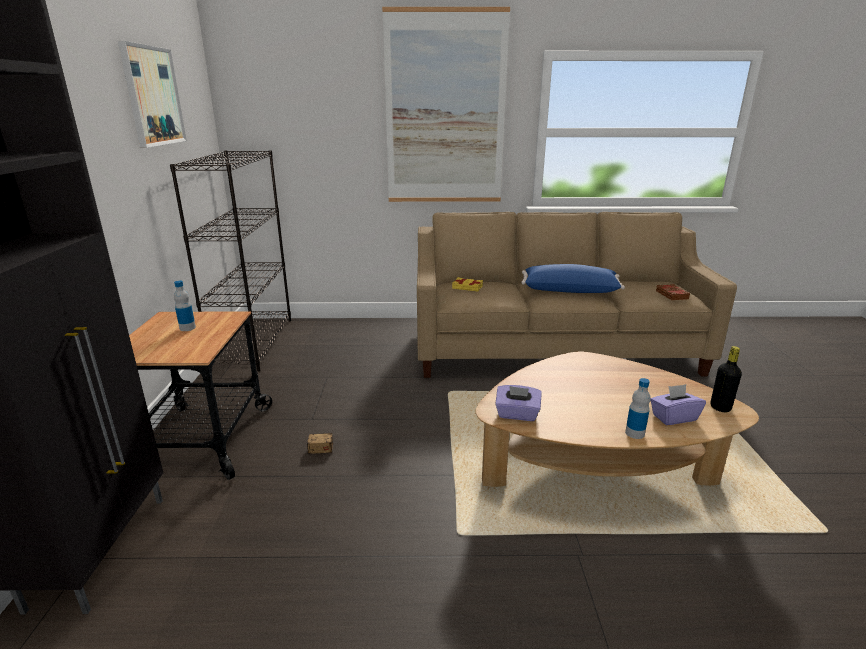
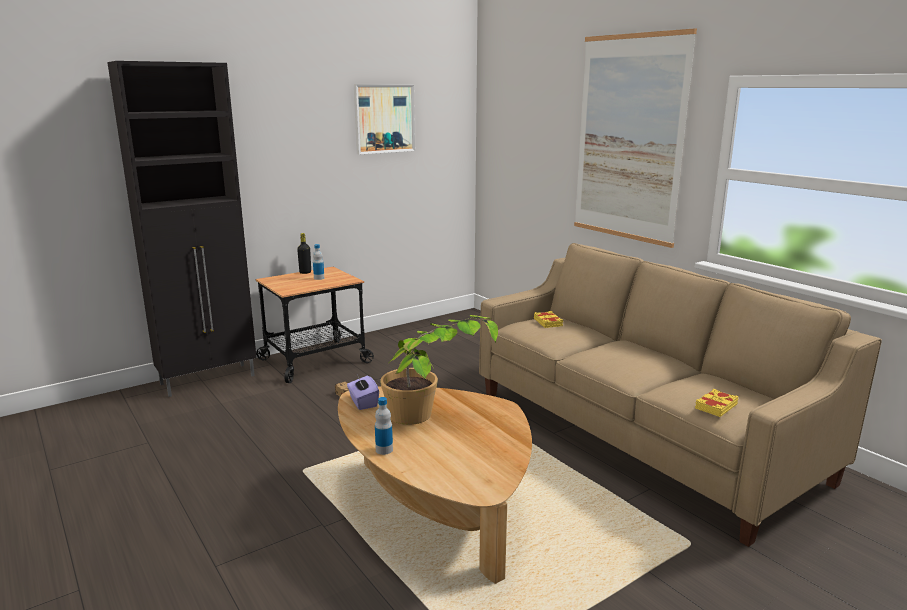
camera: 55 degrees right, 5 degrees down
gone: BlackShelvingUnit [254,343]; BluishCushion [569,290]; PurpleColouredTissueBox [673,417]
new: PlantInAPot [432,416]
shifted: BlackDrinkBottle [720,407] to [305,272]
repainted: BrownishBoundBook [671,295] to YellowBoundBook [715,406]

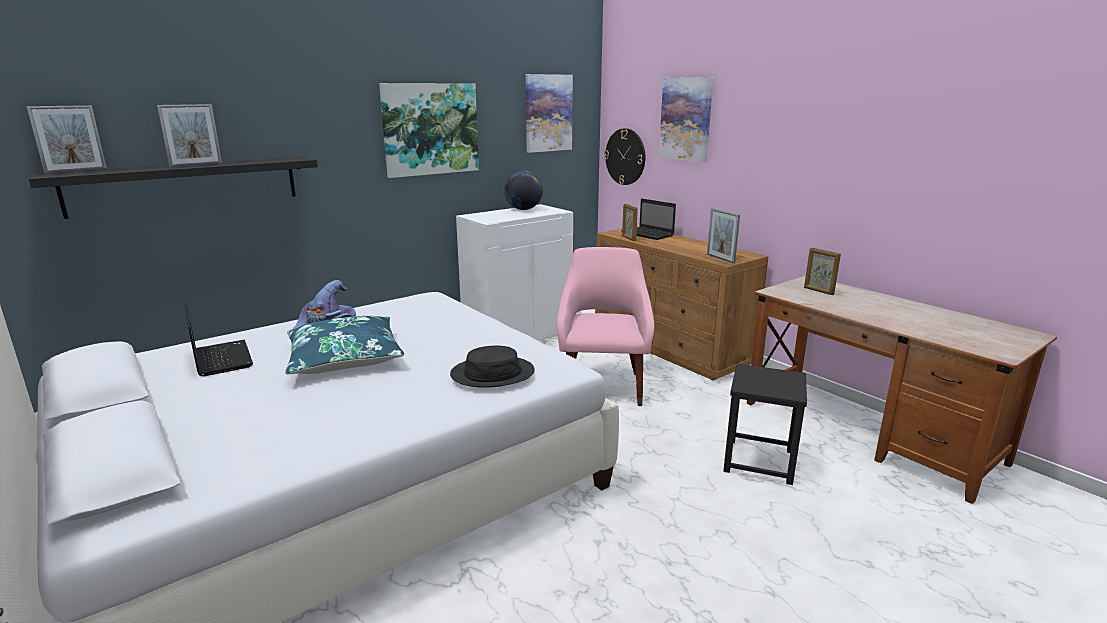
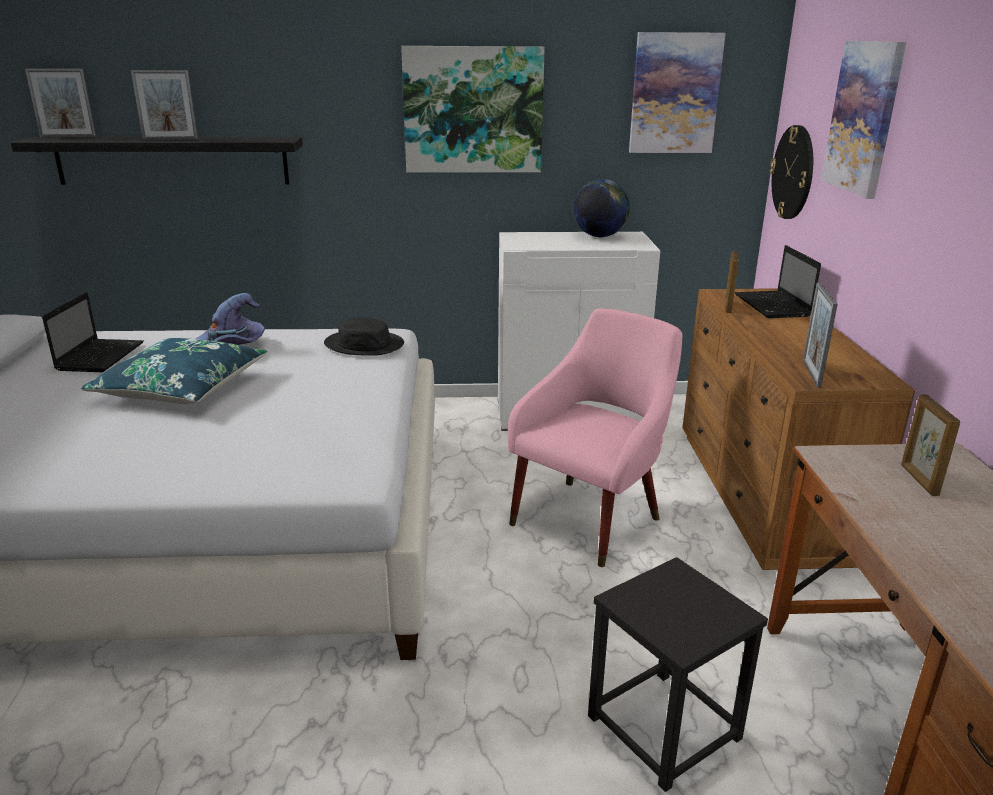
camera: 35 degrees right, 5 degrees up
shifted: BlackClothingHat [492,373] to [364,344]

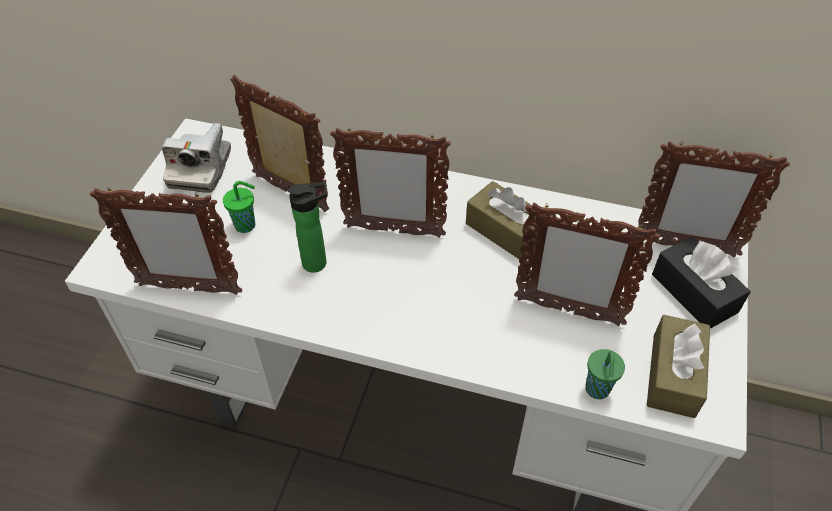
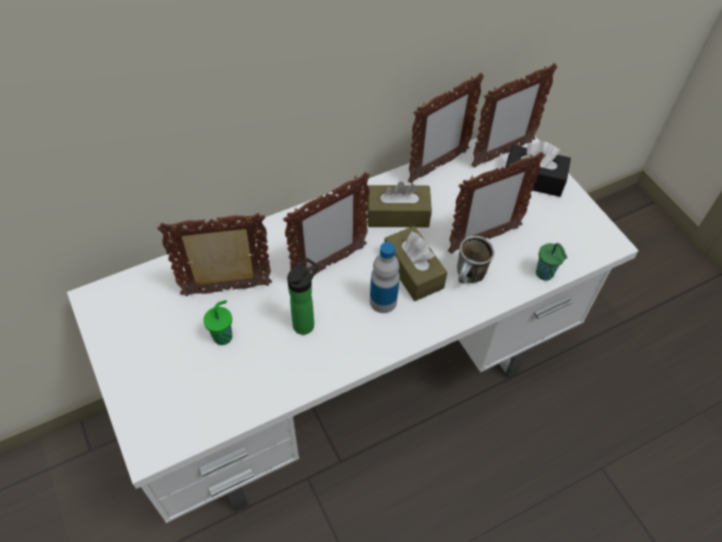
camera: 45 degrees left, 5 degrees up
gone: StillCamera [200,169]
new: DrinkBottle [383,301]; Mug [469,278]
shifted: StandingFrame [188,288] to [437,167]; BrownishTissueBox [673,375] to [413,271]

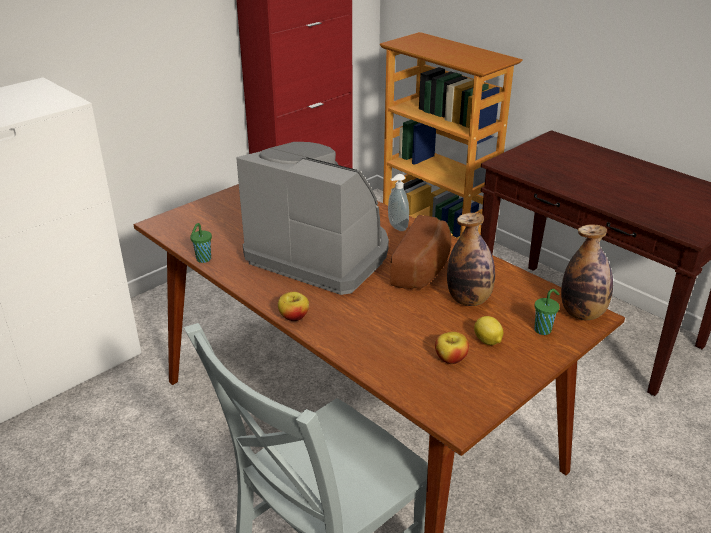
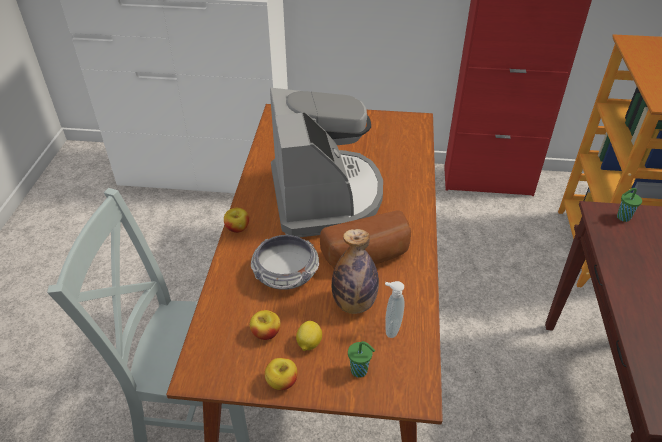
camera: 50 degrees right, 10 degrees up
gone: DrinkBottle [582,313]
new: Bowl [285,273]; WholeApple [281,382]
shifted: GreenColouredSmallCup [203,259] to [622,217]; SoapDispenser [396,227] to [391,328]

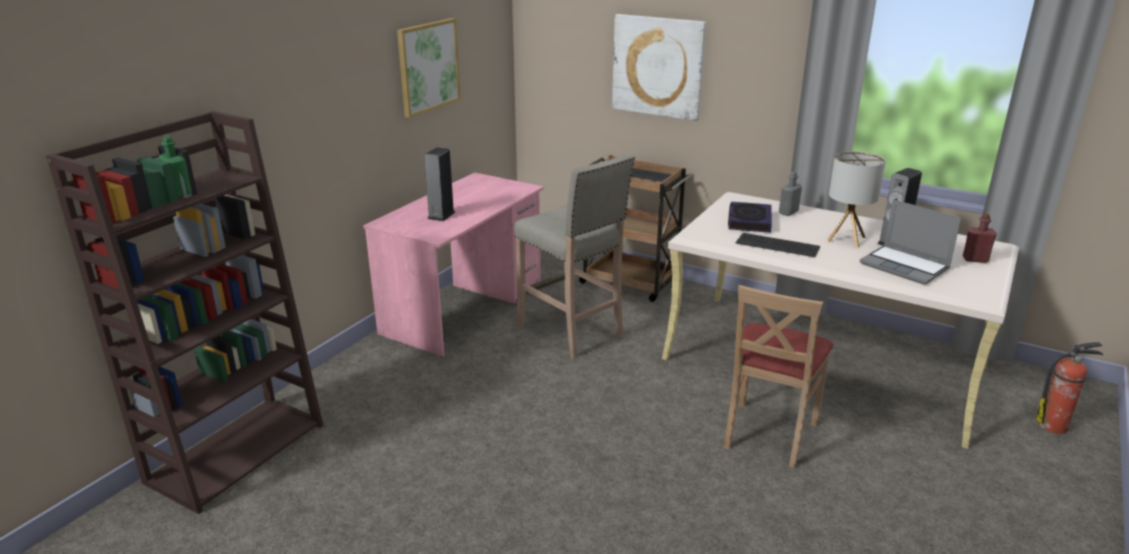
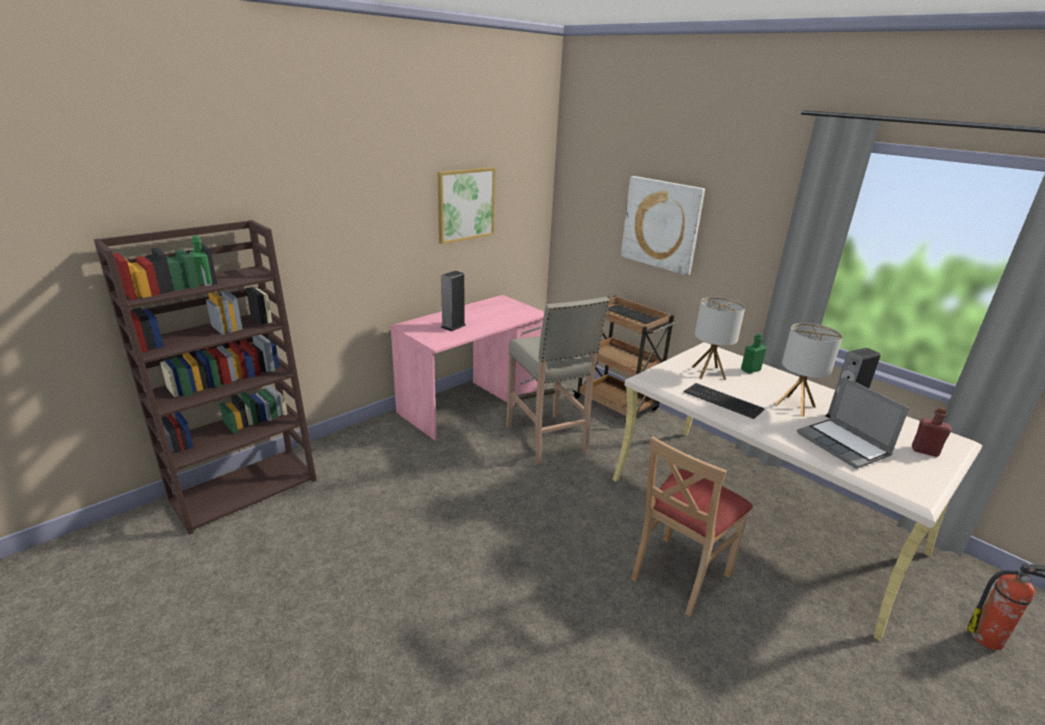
camera: 15 degrees right, 0 degrees up
swapped: BoundBook [749,221] to LampForATable [708,373]
repainted: GrayDrinkBottle [788,212] to GreenColouredDrinkBottle [750,370]

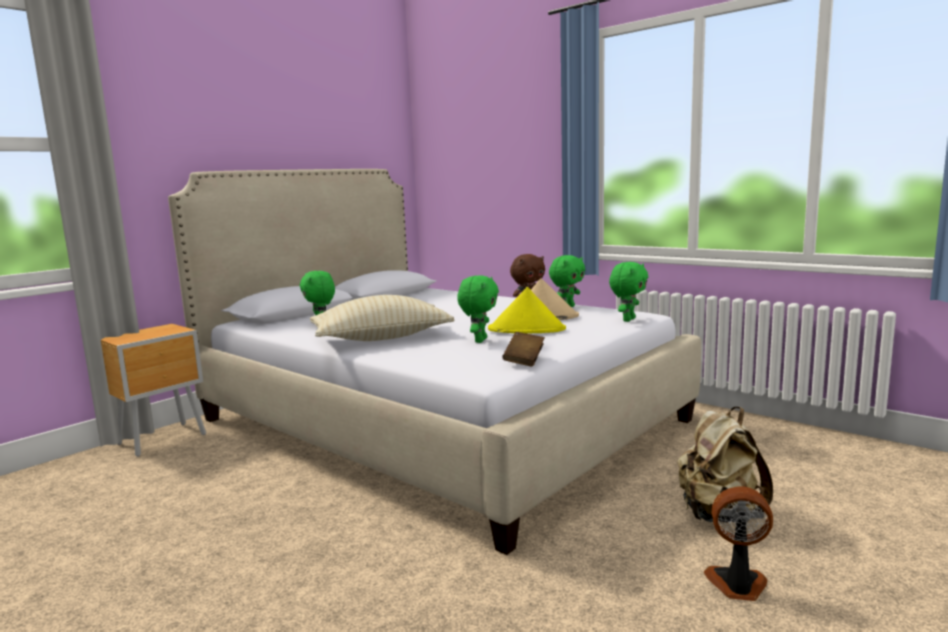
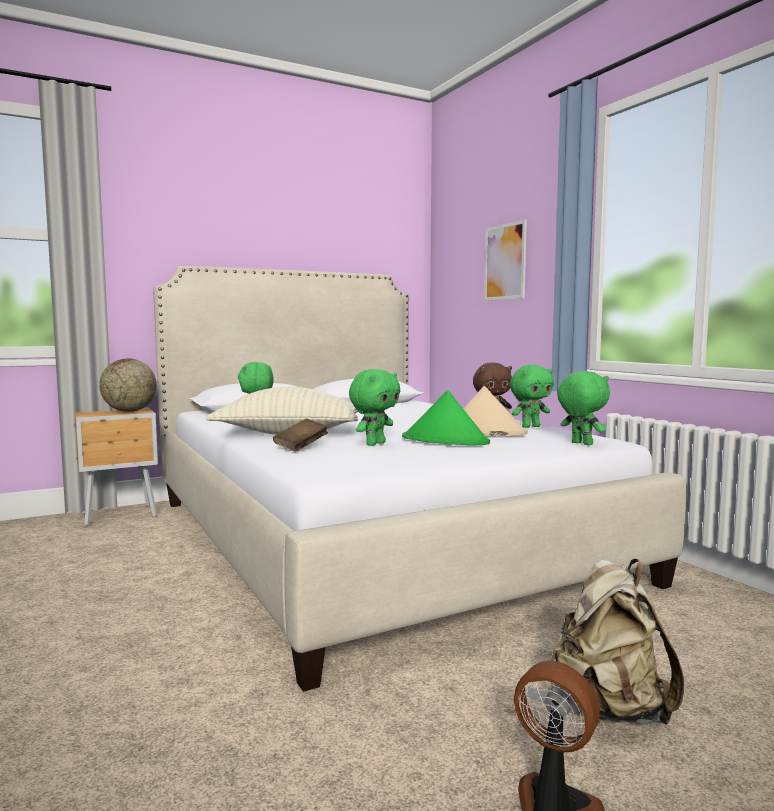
camera: 20 degrees right, 5 degrees down
new: Globe [129,411]; WallPicture [505,262]
shifted: BrownishBoundBook [524,360] to [301,447]
repainted: YellowClothingHat [527,329] to GreenColouredClothingHat [445,440]
rotated: GreenColouredPlushToy [628,320] = [580,443] 90 degrees counterclockwise

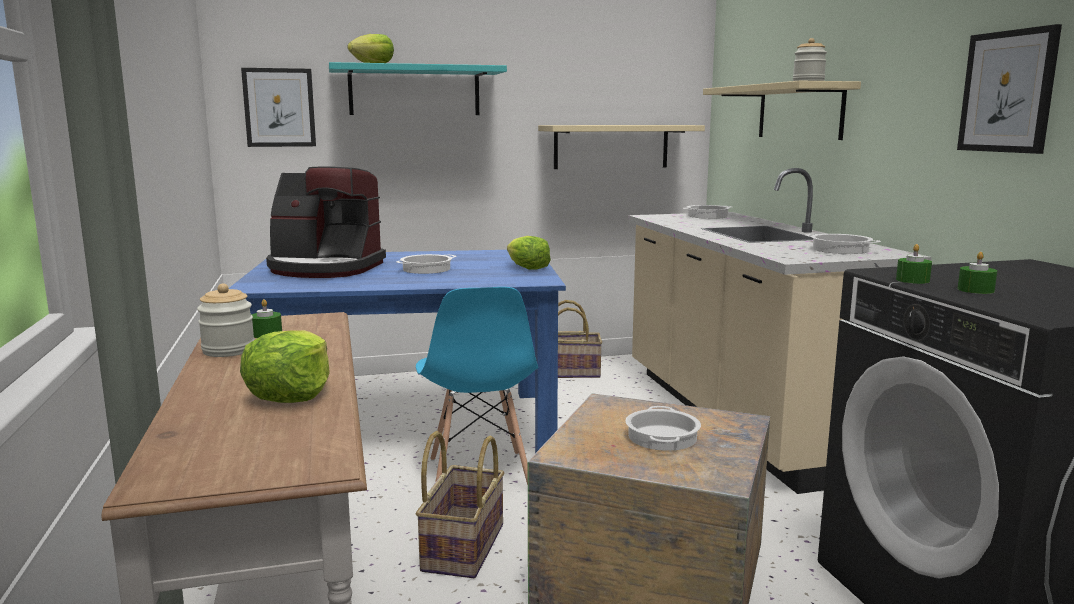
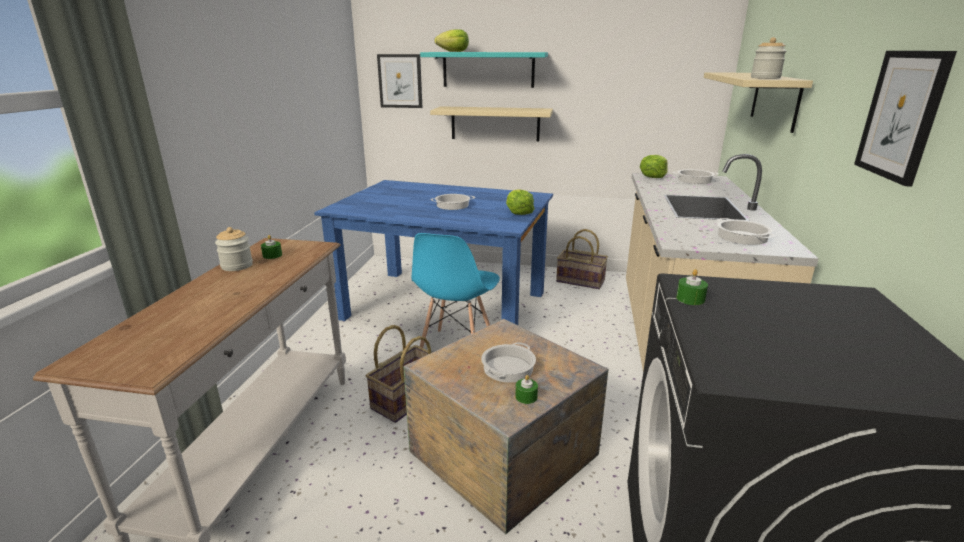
camera: 25 degrees right, 10 degrees up
gone: CoffeeMaker [325,268]
shifted: Lettuce [291,393] to [653,176]; BeigeColouredShelf [611,146] to [495,123]; GreenColouredWaxLight [975,290] to [526,397]

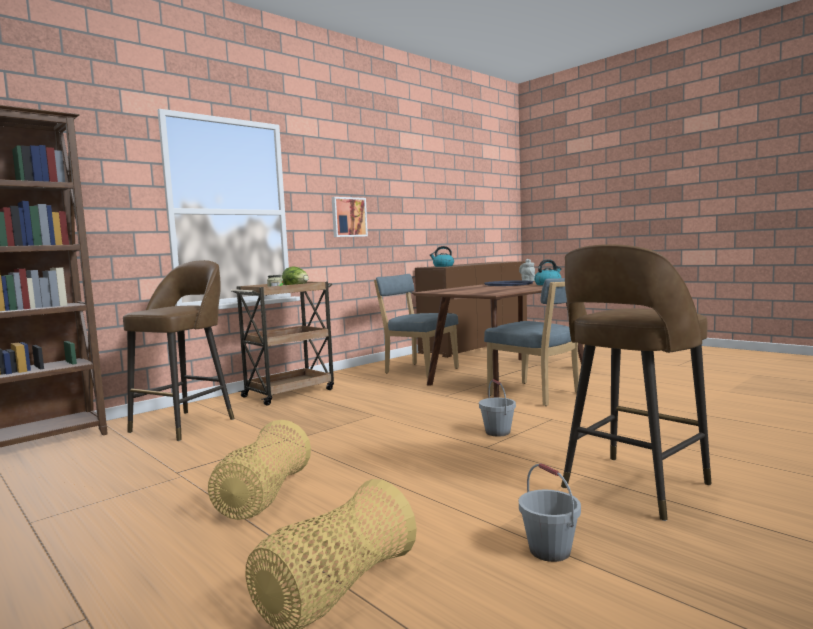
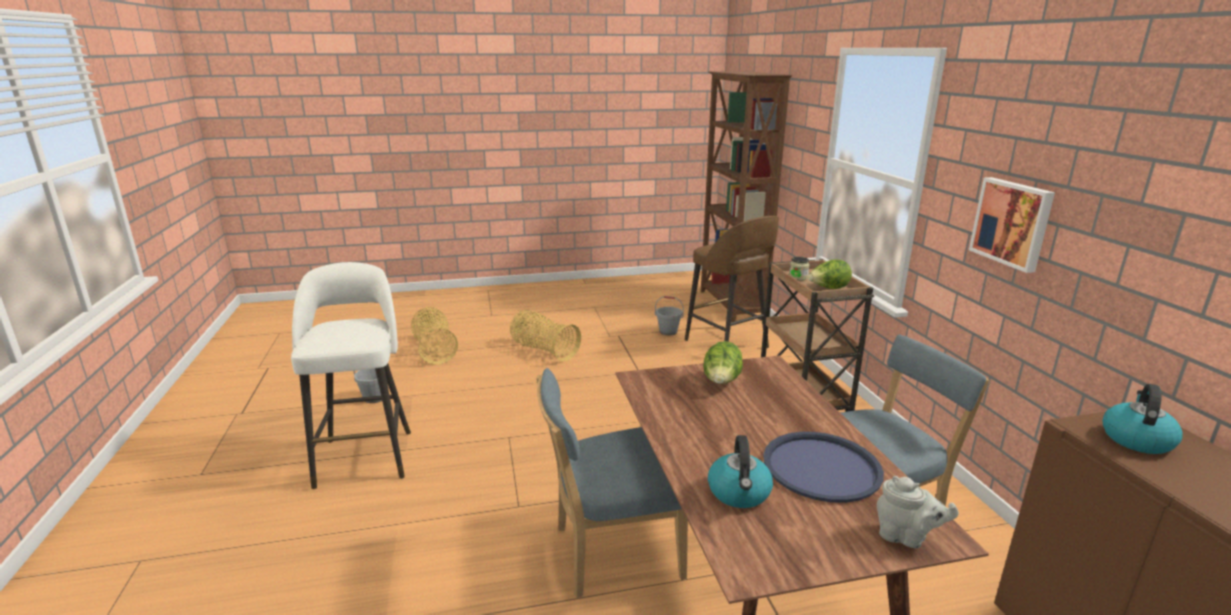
camera: 120 degrees right, 15 degrees up
new: Lettuce [721,383]
shifted: GrayPail [497,432] to [668,331]
repainted: BrownishStool [632,487] to WhitishStool [365,456]

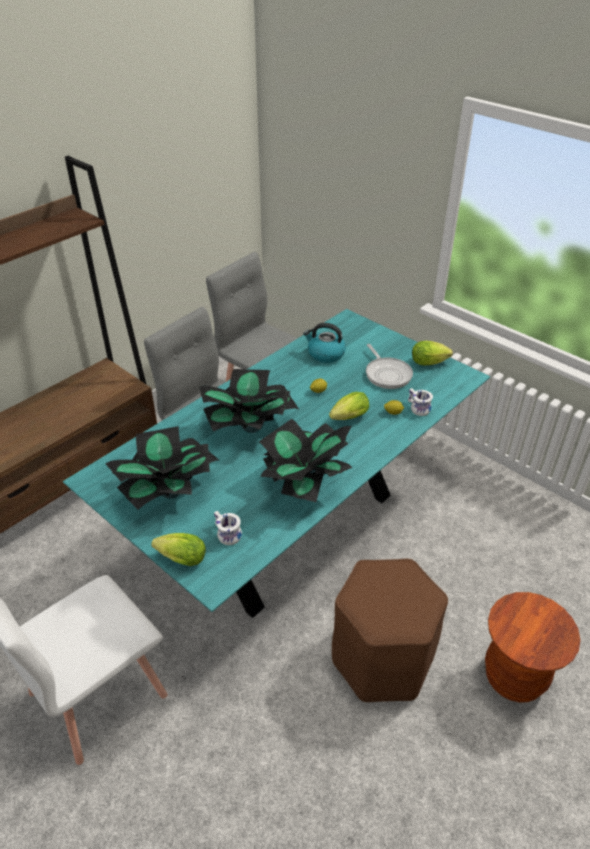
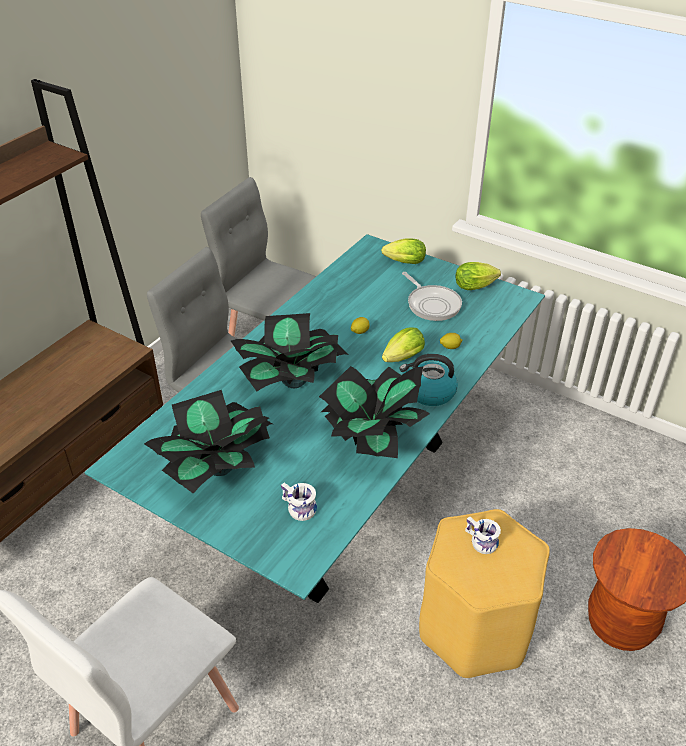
camera: 10 degrees left, 0 degrees up
shifted: Lettuce [179,558] to [402,262]; WaterKettle [325,354] to [429,392]; WhitishMug [417,408] to [479,542]
repainted: BrownishStool [382,660] to YellowStool [475,629]

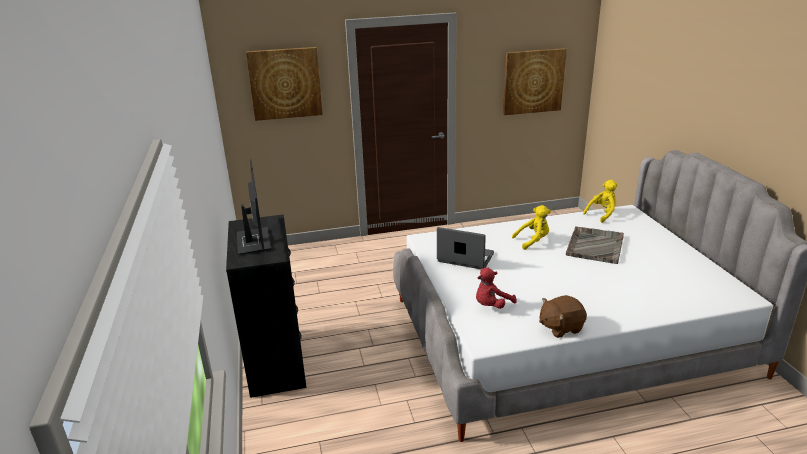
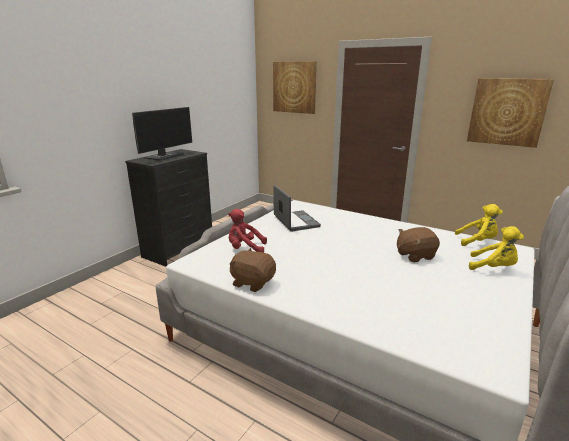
camera: 45 degrees right, 5 degrees down
shifted: YellowPlushToy [533,241] to [493,268]
swapped: GrayServingTray [595,245] to BrownishPlushToy [415,255]

